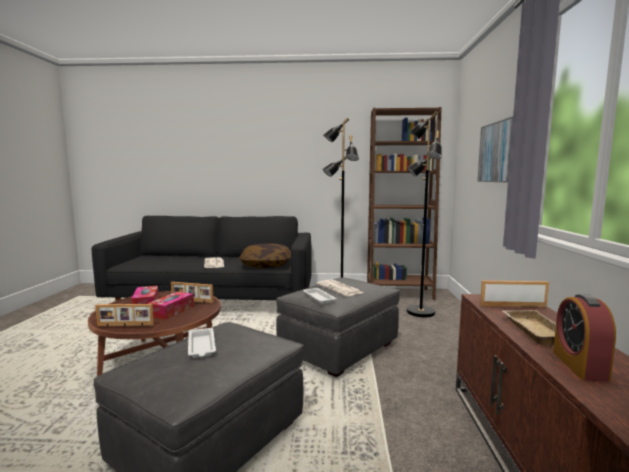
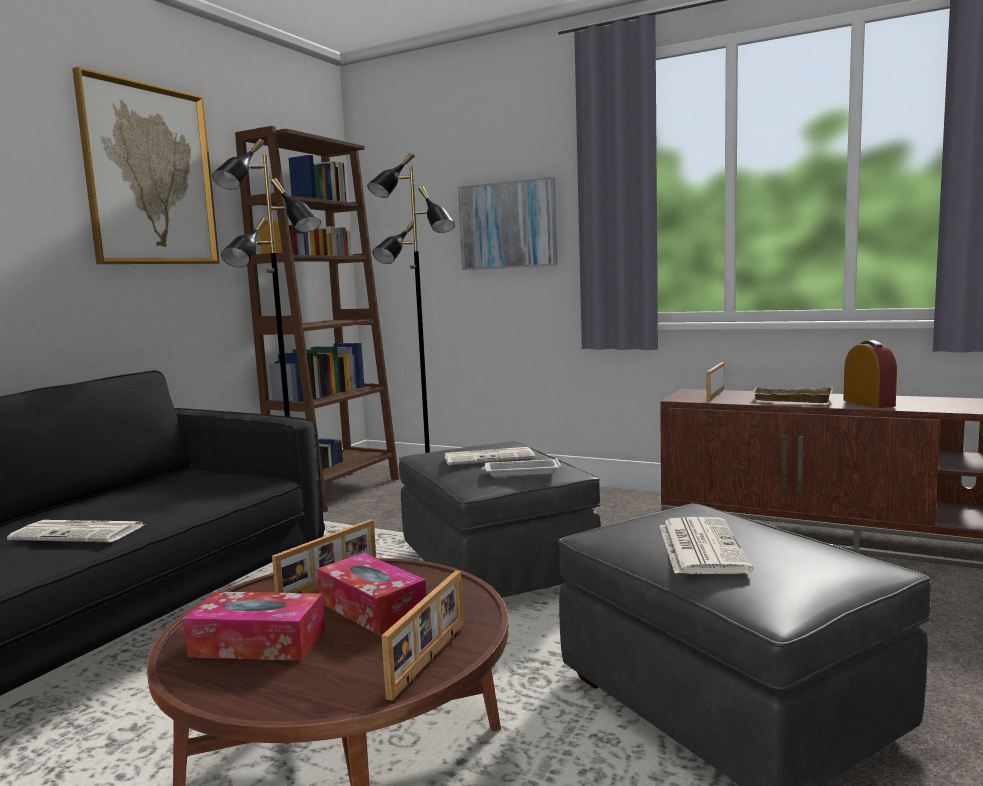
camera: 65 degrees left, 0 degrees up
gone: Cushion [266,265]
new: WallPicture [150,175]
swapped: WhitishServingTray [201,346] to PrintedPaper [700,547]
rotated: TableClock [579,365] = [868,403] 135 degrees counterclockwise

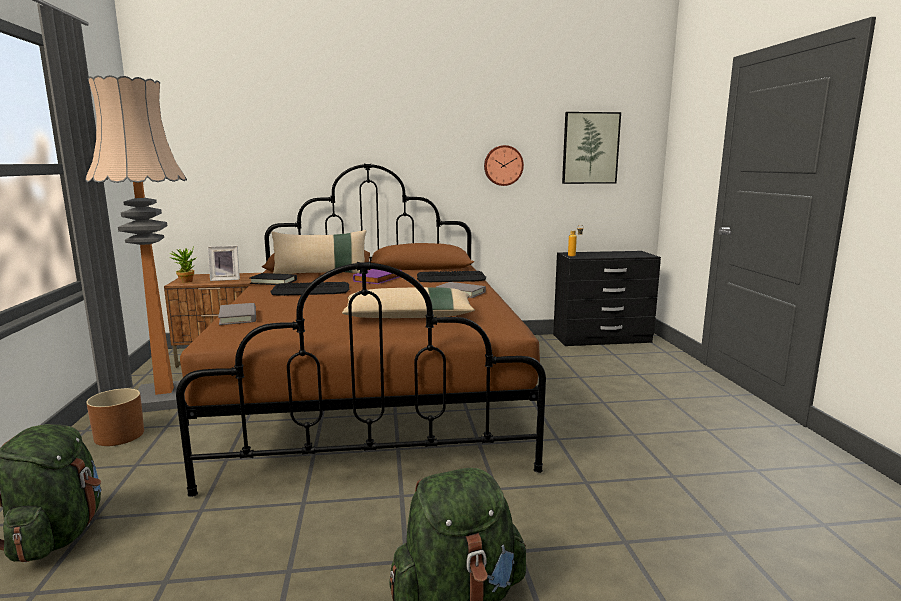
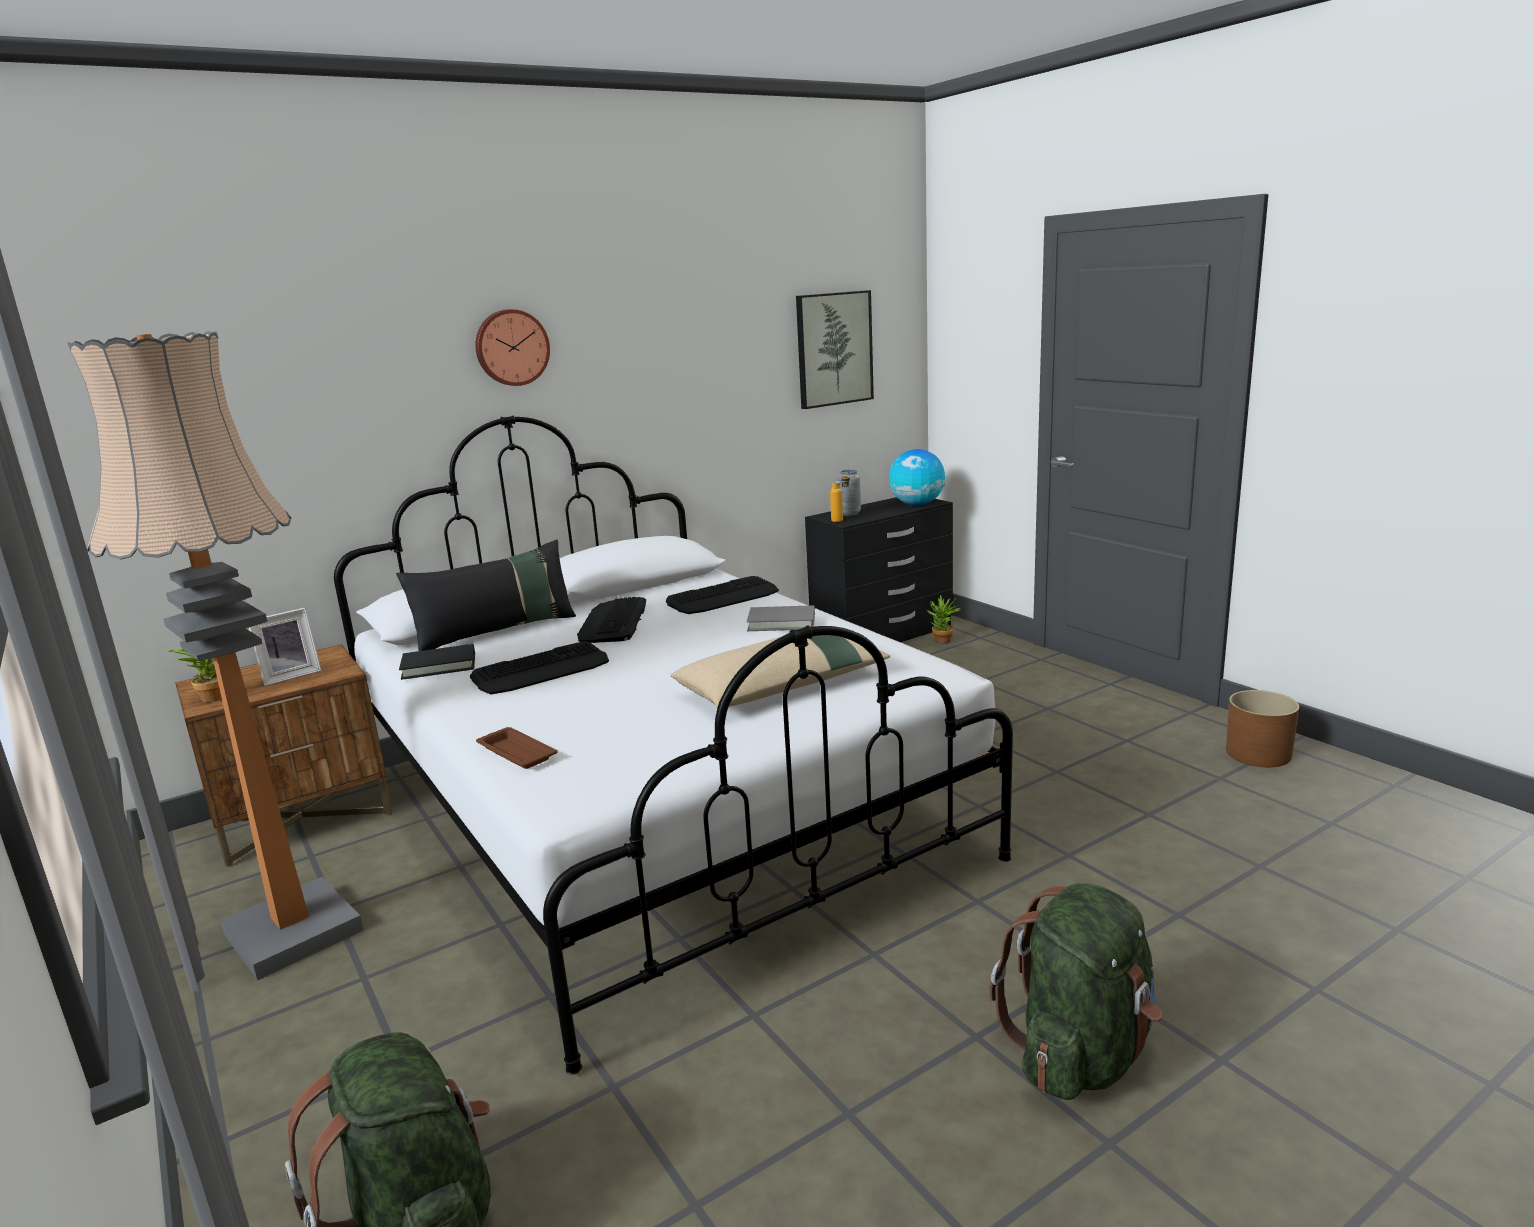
camera: 25 degrees left, 5 degrees up
new: GrayDecorativeVase [850,513]; Globe [917,504]; PlantInAPot [943,642]
shifted: BrownishPlantPot [120,435] to [1258,753]; WallClock [503,165] to [511,347]
swapped: GrayBoundBook [238,317] to BrownishServingTray [516,753]; PurpleColouredBoundBook [379,279] to PcKeyboard [613,622]
repainted: BrownishBedroomBed [374,394] to WhitishBedroomBed [656,813]; BeigeColouredCushion [321,274] to BlackCushion [497,632]

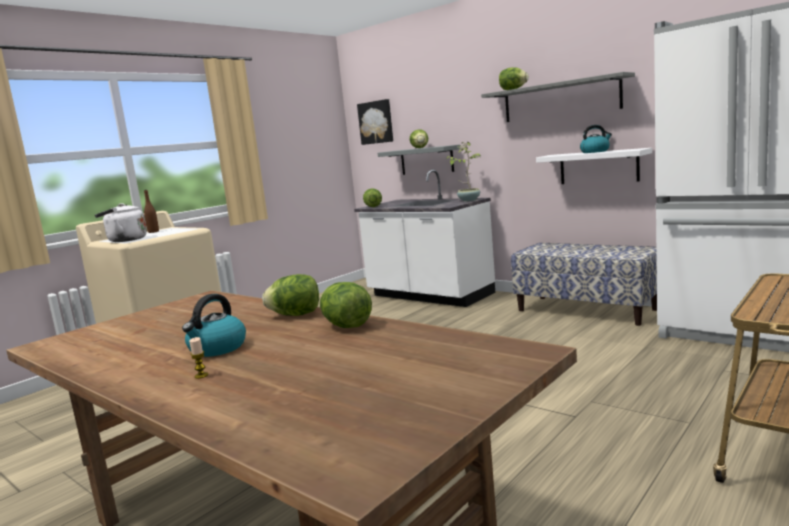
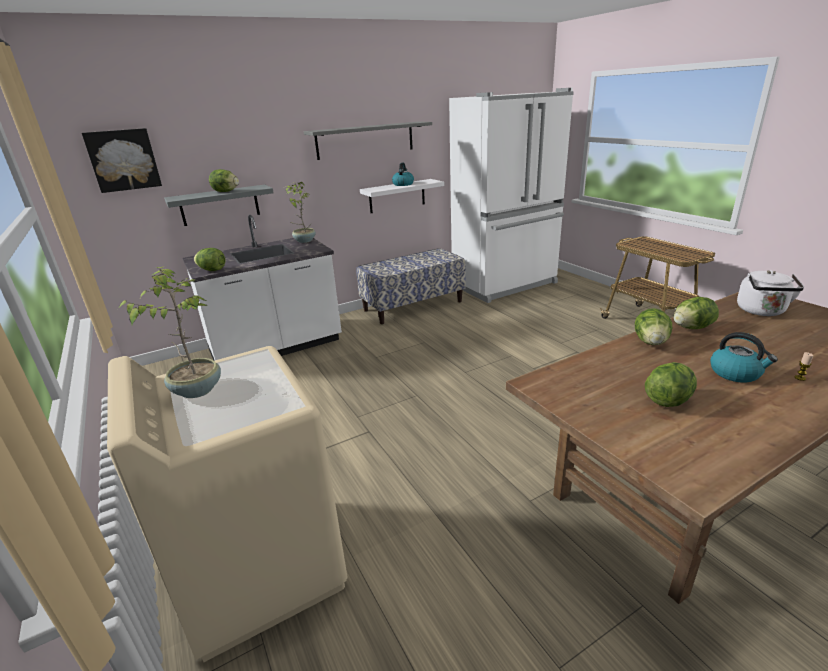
camera: 70 degrees left, 15 degrees up
shifted: WhitishWaterKettle [124,240] to [762,311]; Lettuce [513,89] to [668,400]
swapped: BrownishDrinkBottle [153,232] to PlantInAPot [197,389]

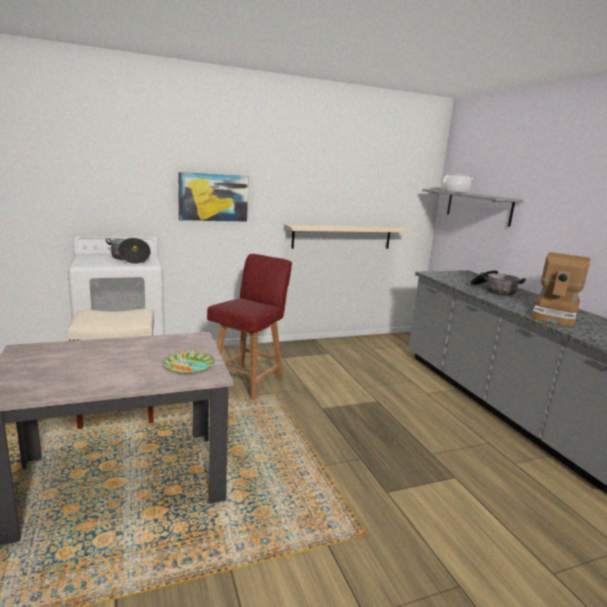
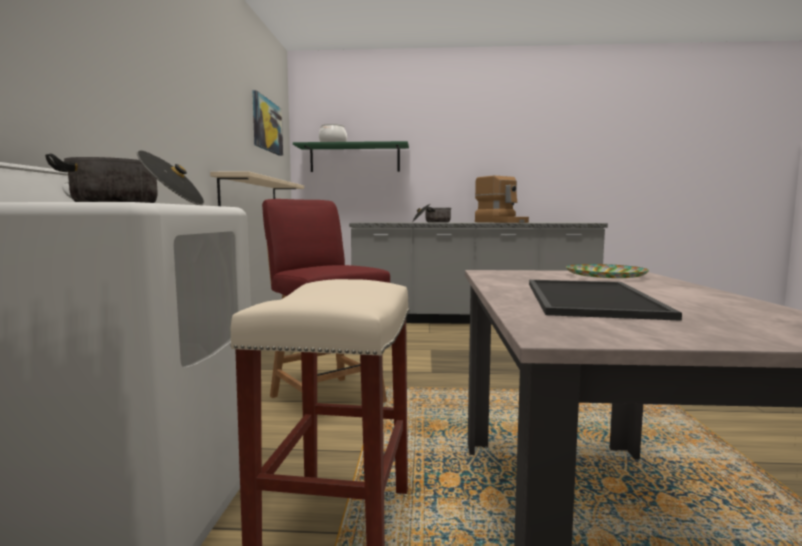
camera: 65 degrees left, 10 degrees down
new: ServingTray [593,299]
shifted: WallPicture [213,197] to [267,125]
repainted: GrayShelf [478,207] to GreenColouredShelf [354,159]

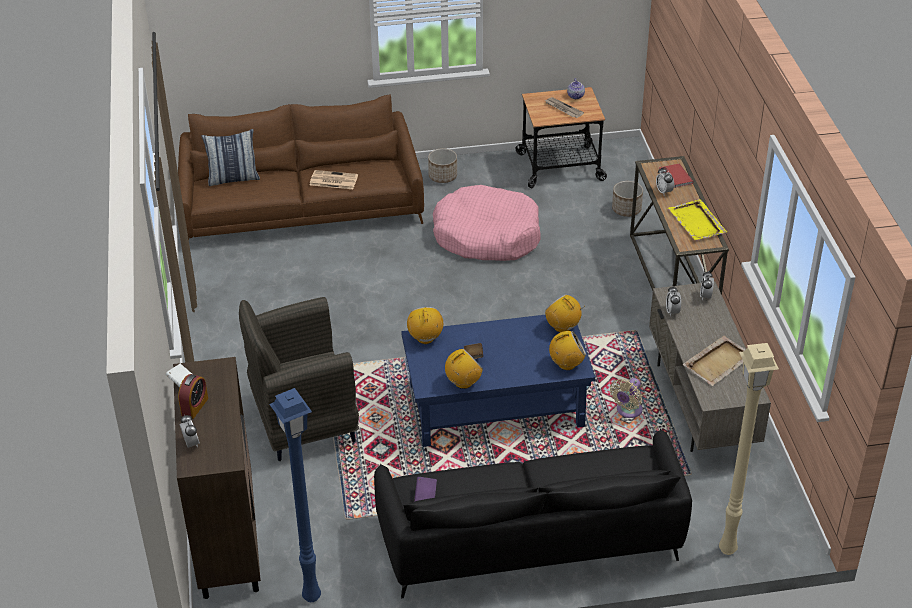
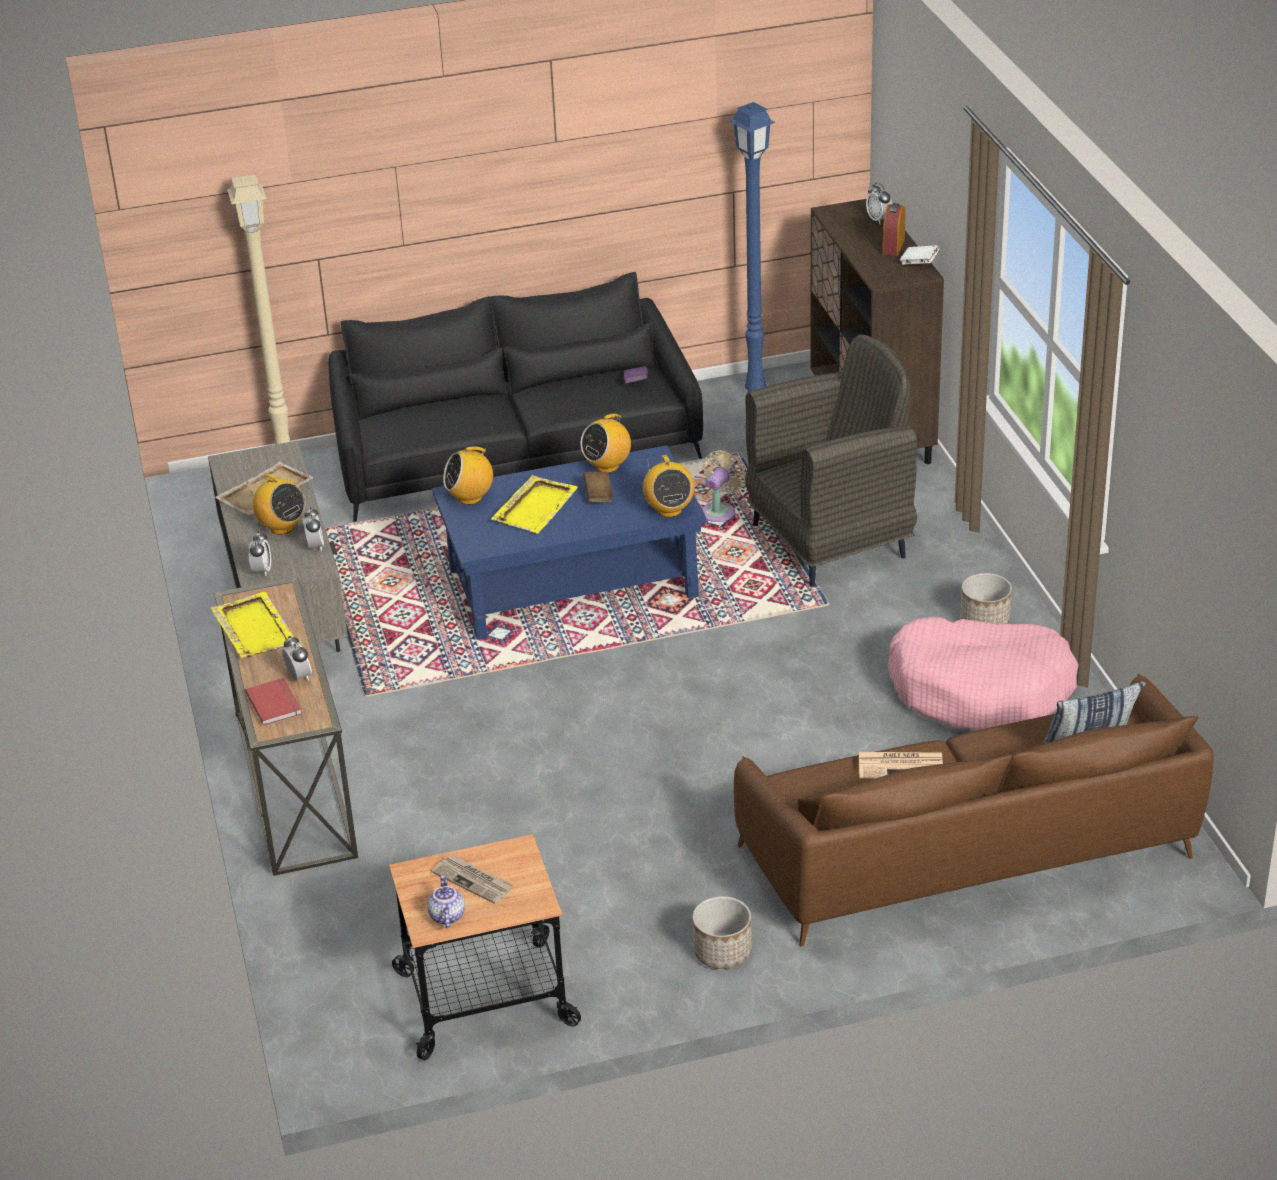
camera: 175 degrees right, 5 degrees down
new: YellowServingTray [536,507]
shifted: PinkishPetBed [486,236] to [981,689]; RadioReceiver [563,327] to [282,527]; BeigeColouredFan [627,411] to [720,511]; PlantPot [626,209] to [984,621]

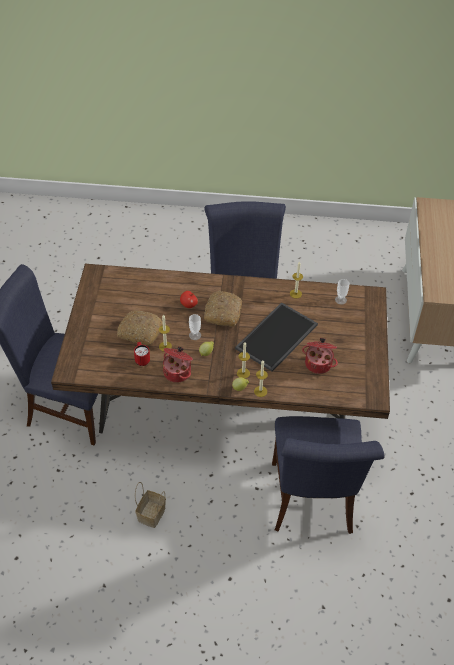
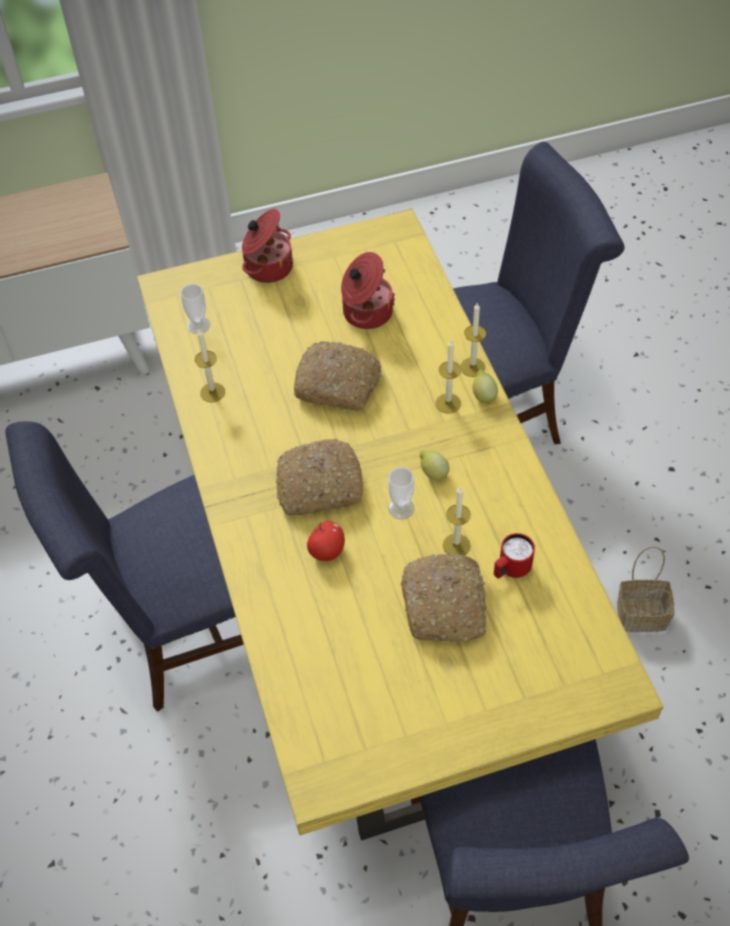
camera: 110 degrees left, 5 degrees up
shifted: Saucepot [178,372] to [267,266]
swapped: ServingTray [277,338] to BakedBread [338,384]
repainted: BrownishKitchenTable [224,408] to YellowKitchenTable [373,595]

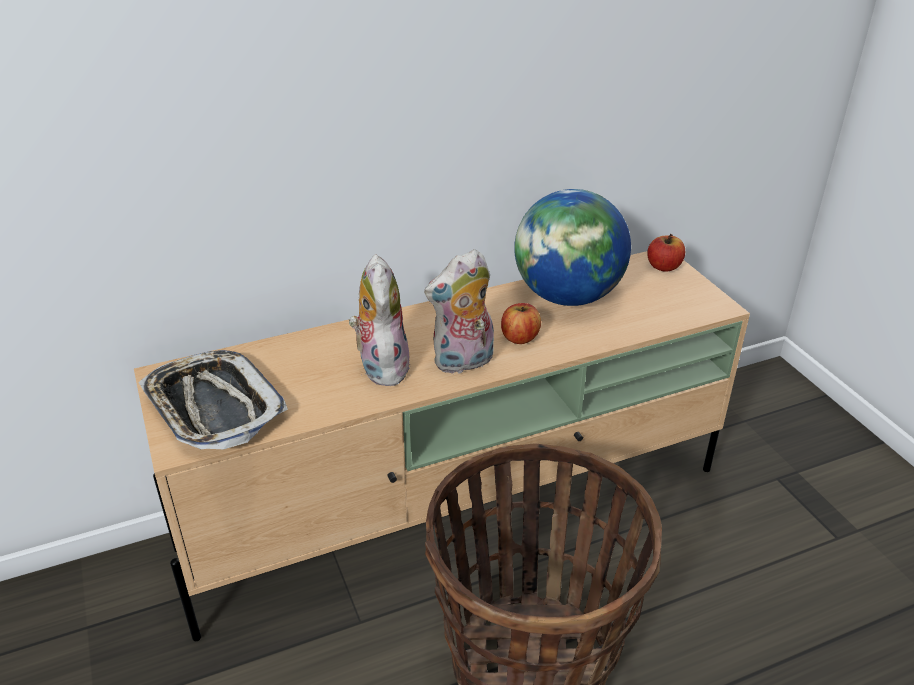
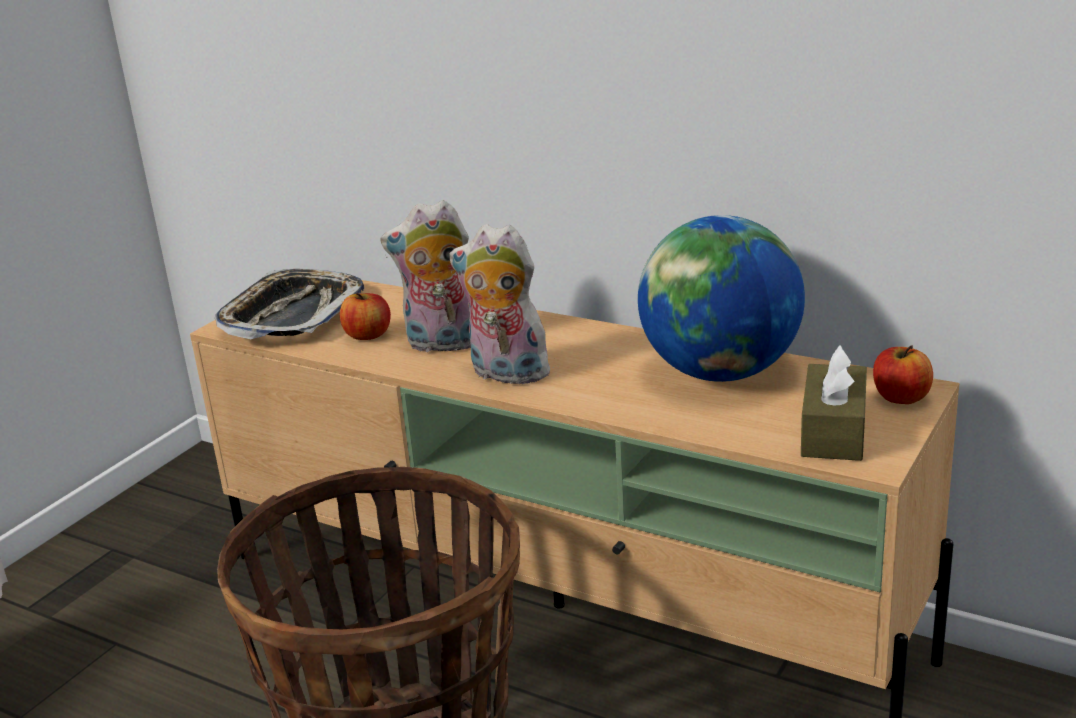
camera: 55 degrees right, 10 degrees down
new: BrownishTissueBox [833,431]
shifted: WholeApple [519,337] to [368,335]
rotated: PlushToy [381,366] = [442,344] 135 degrees counterclockwise

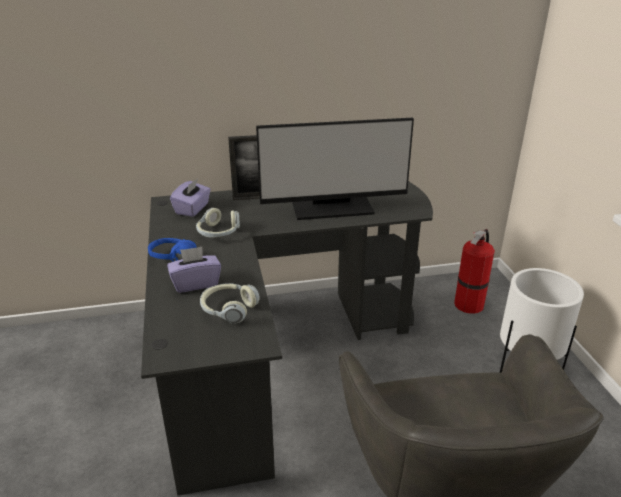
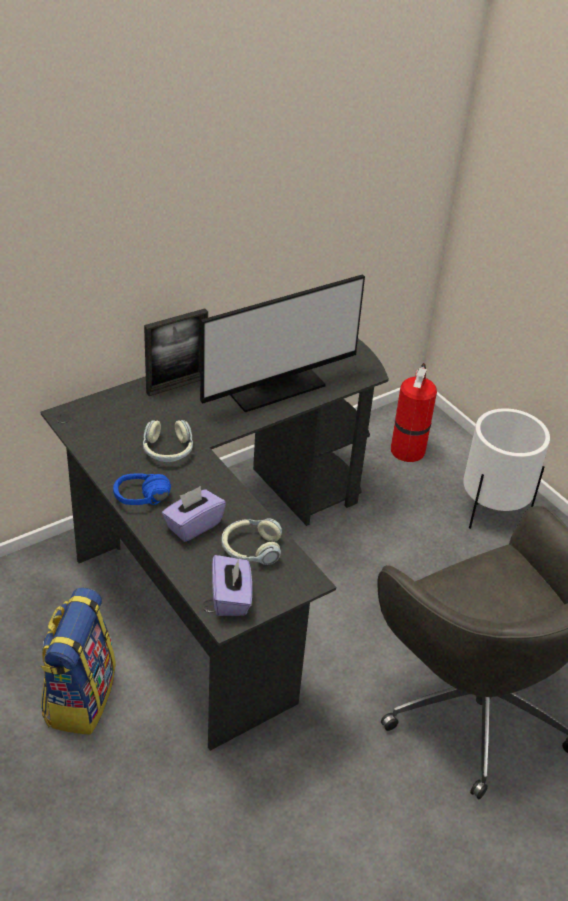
camera: 25 degrees left, 10 degrees up
new: Rucksack [79,697]
shifted: PurpleColouredTissueBox [192,209] to [231,598]

